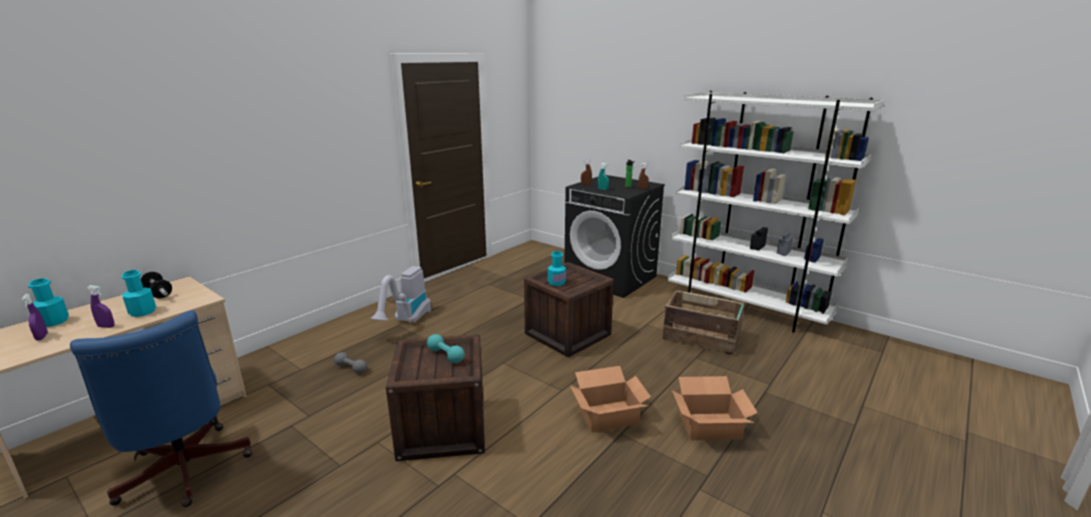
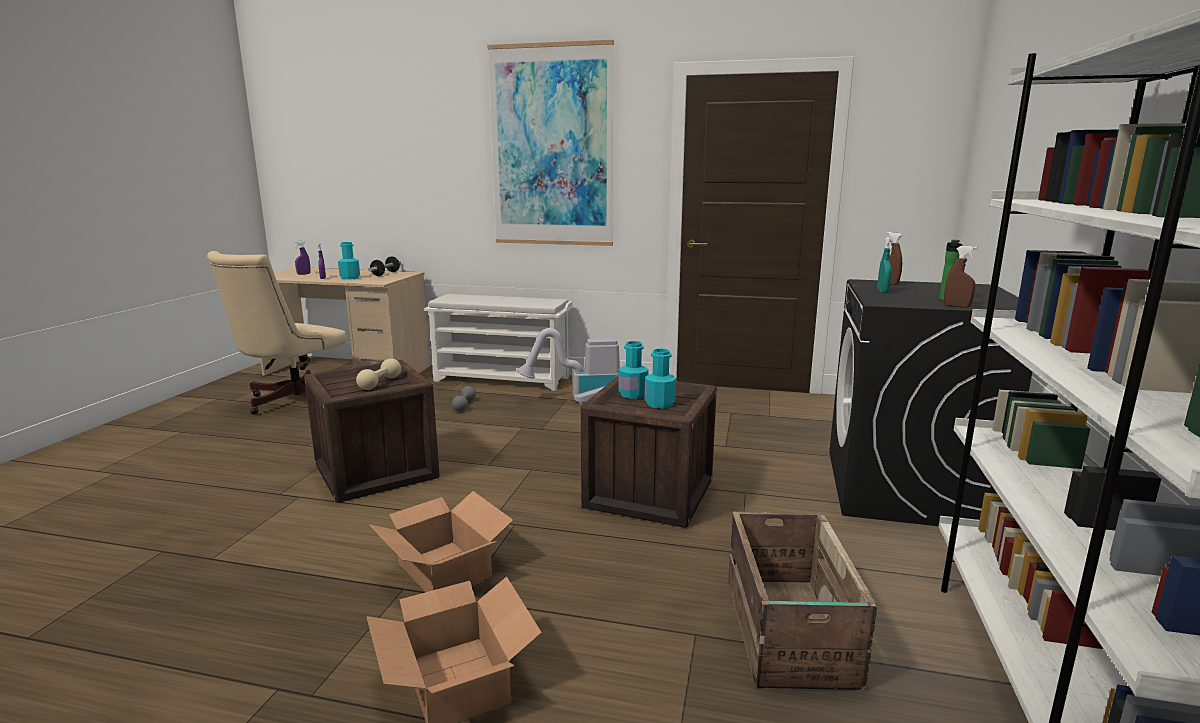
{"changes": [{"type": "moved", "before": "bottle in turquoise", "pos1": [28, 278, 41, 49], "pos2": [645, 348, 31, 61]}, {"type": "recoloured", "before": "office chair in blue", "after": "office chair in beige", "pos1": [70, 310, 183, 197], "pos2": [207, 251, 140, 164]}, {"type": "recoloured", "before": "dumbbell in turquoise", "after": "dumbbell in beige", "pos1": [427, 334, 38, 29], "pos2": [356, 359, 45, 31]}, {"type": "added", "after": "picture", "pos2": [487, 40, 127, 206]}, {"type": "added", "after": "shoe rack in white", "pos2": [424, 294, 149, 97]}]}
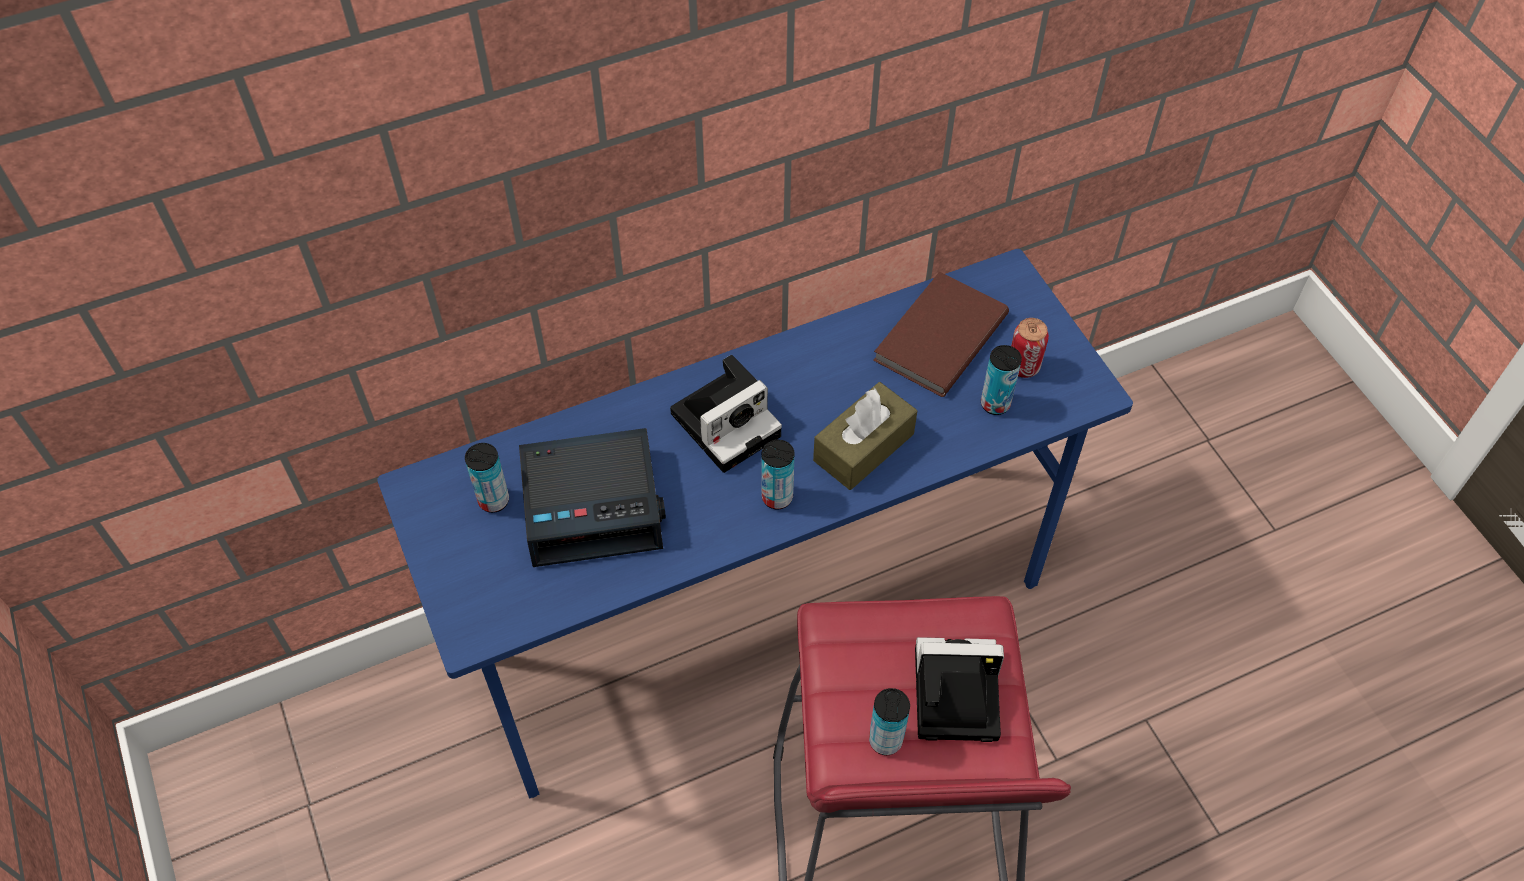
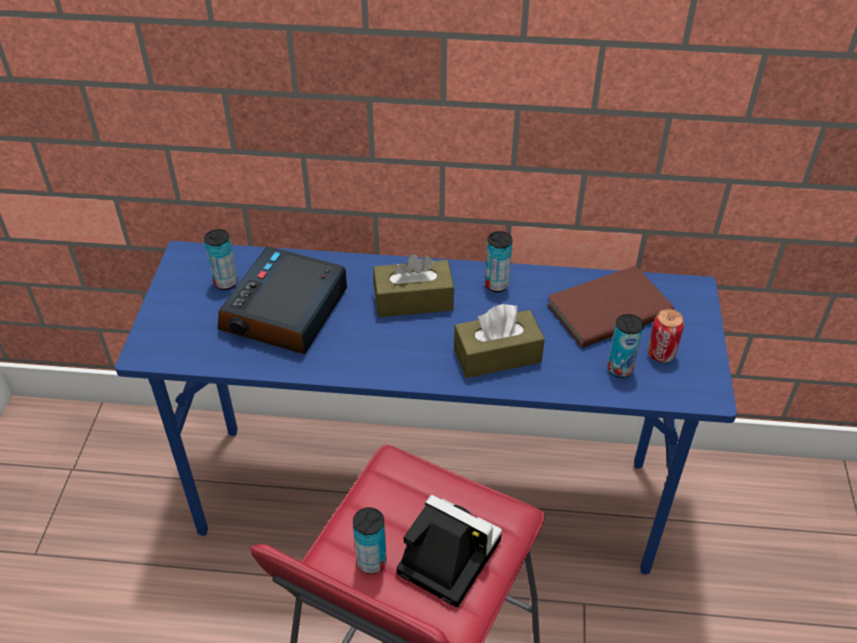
{"changes": [{"type": "replaced", "before": "photo camera", "after": "tissue box in brown", "pos1": [670, 355, 112, 118], "pos2": [373, 254, 81, 63]}, {"type": "turned", "before": "alarm clock", "pos1": [519, 428, 147, 139], "pos2": [218, 246, 129, 108], "turn": 90}, {"type": "moved", "before": "can", "pos1": [761, 440, 34, 69], "pos2": [485, 231, 28, 61]}]}
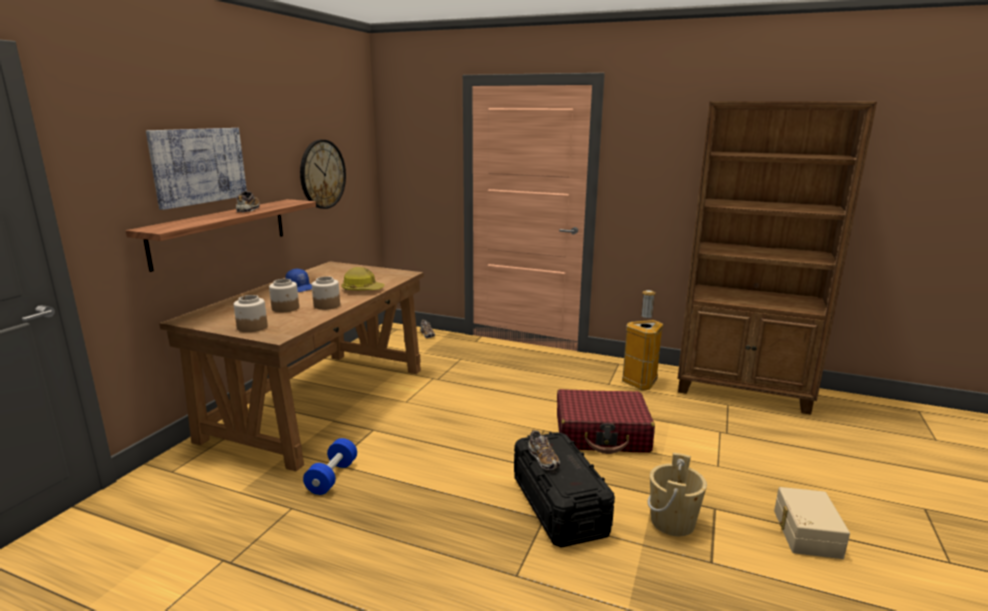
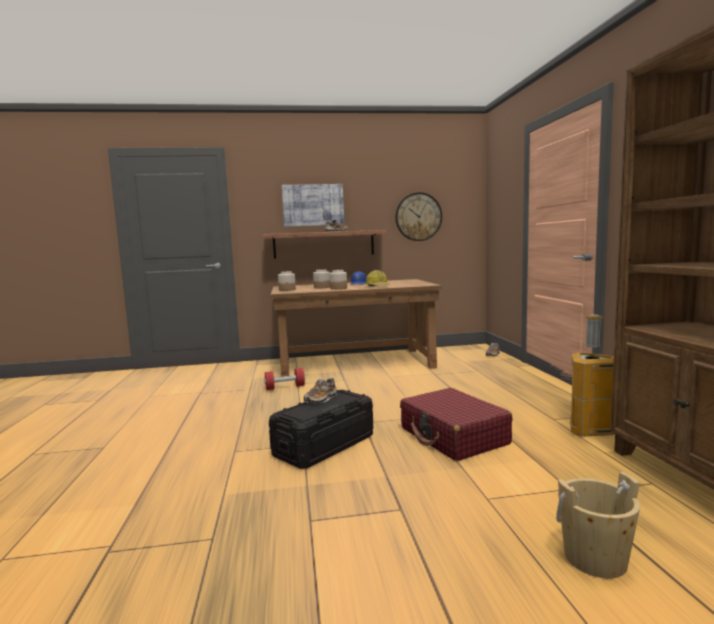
{"changes": [{"type": "recoloured", "before": "dumbbell in blue", "after": "dumbbell in red", "pos1": [303, 438, 54, 57], "pos2": [265, 368, 40, 22]}, {"type": "moved", "before": "bucket in beige", "pos1": [647, 453, 60, 83], "pos2": [556, 472, 84, 107]}, {"type": "removed", "before": "storage box in beige", "pos1": [774, 487, 76, 72]}]}
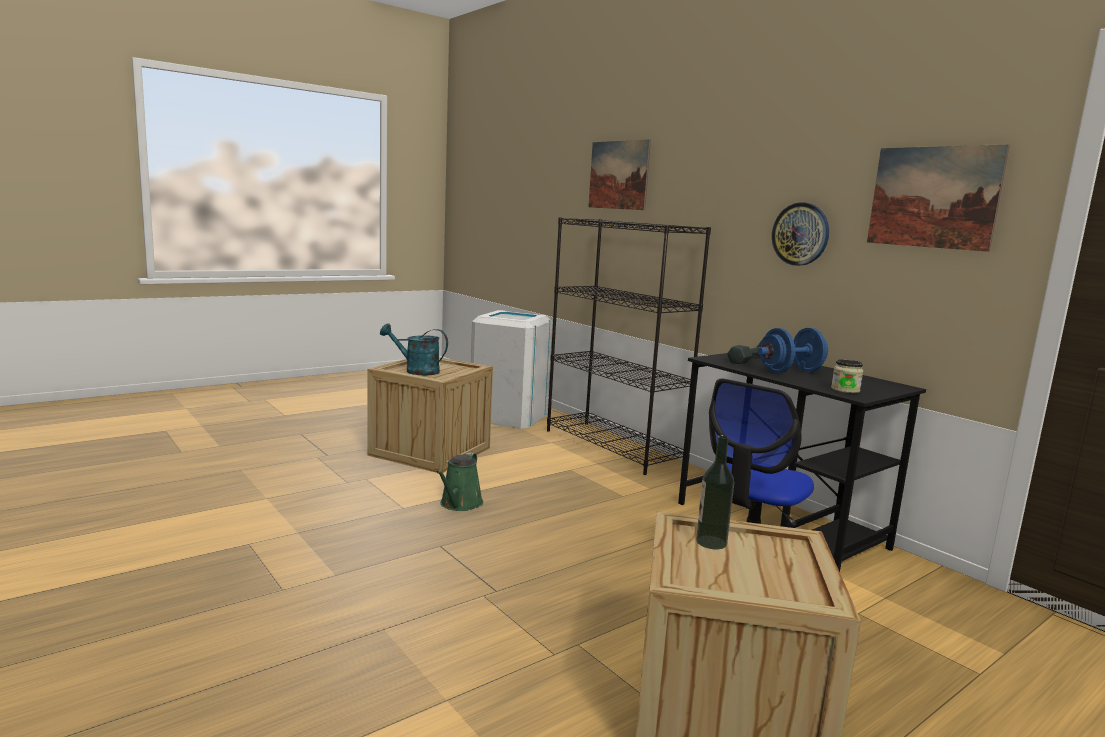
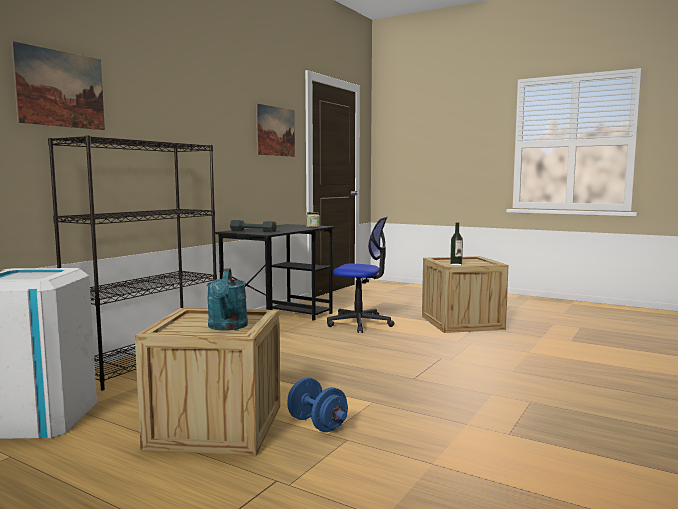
{"changes": [{"type": "removed", "before": "wall clock", "pos1": [772, 202, 57, 64]}, {"type": "moved", "before": "dumbbell in blue", "pos1": [758, 328, 70, 45], "pos2": [287, 377, 61, 55]}, {"type": "removed", "before": "watering can in green", "pos1": [436, 452, 47, 59]}]}
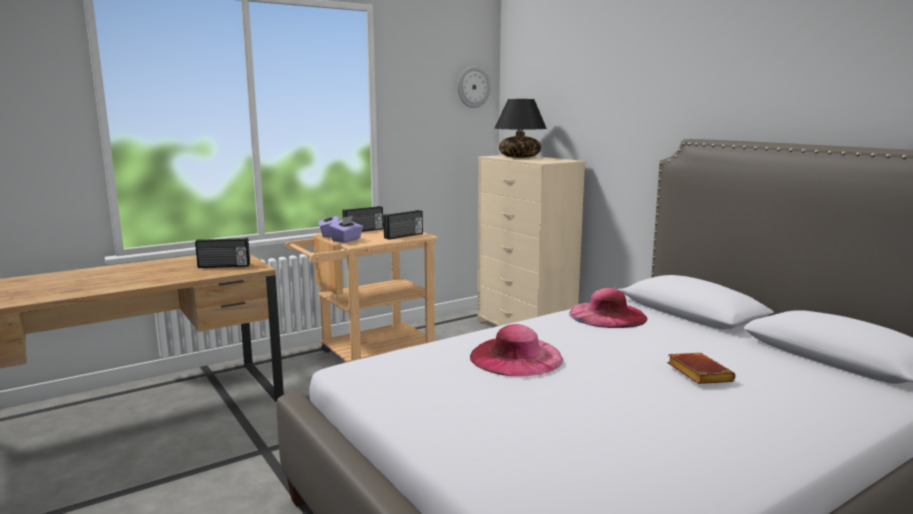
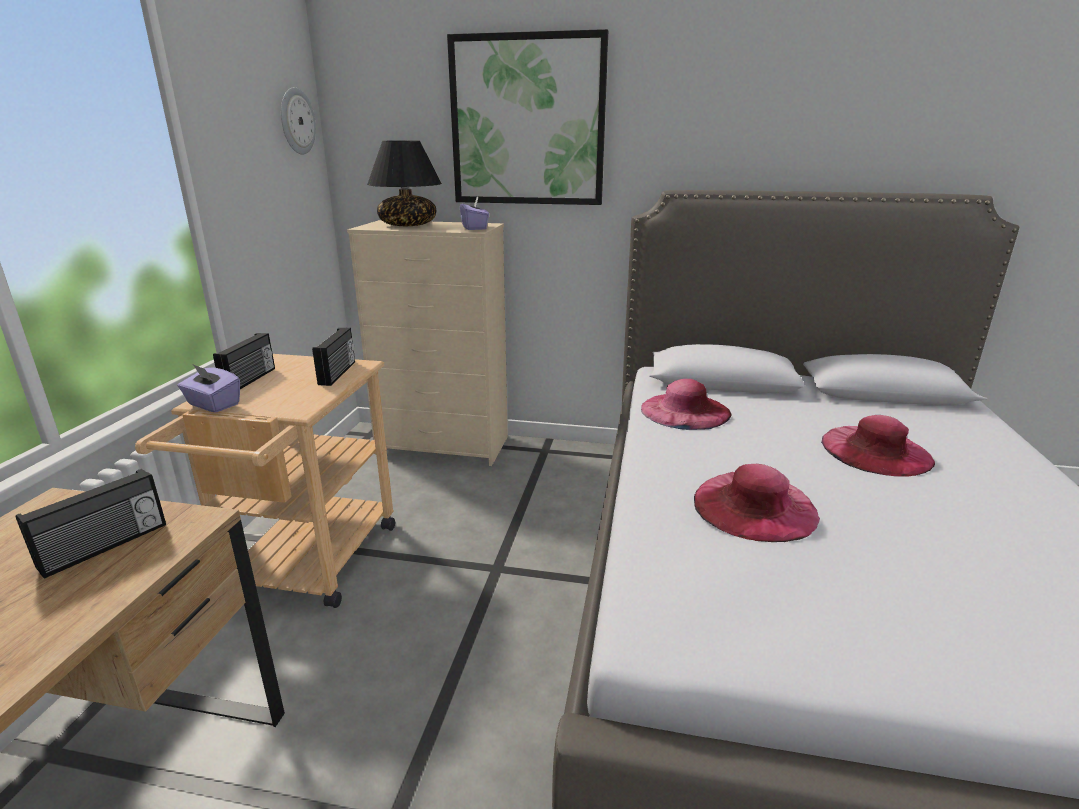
{"changes": [{"type": "moved", "before": "tissue box in purple", "pos1": [329, 216, 34, 27], "pos2": [460, 197, 29, 33]}, {"type": "replaced", "before": "book in brown", "after": "hat in pink", "pos1": [667, 353, 69, 31], "pos2": [821, 415, 114, 62]}, {"type": "added", "after": "picture", "pos2": [447, 29, 161, 176]}]}
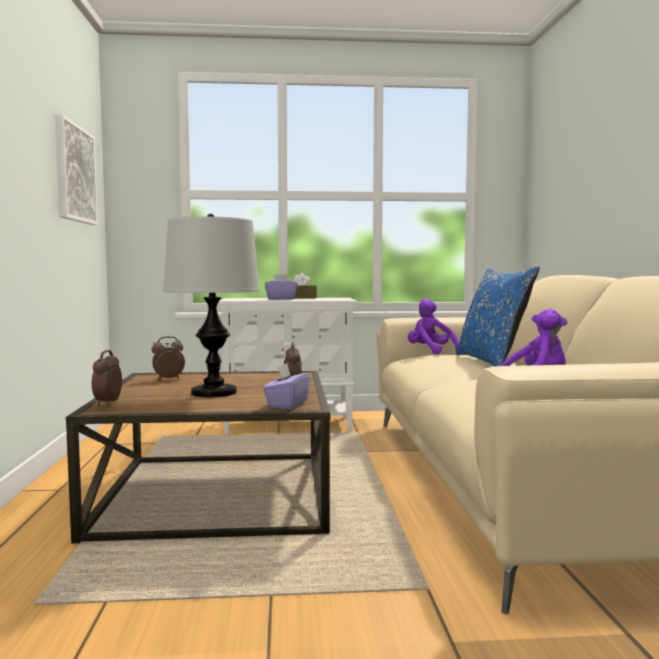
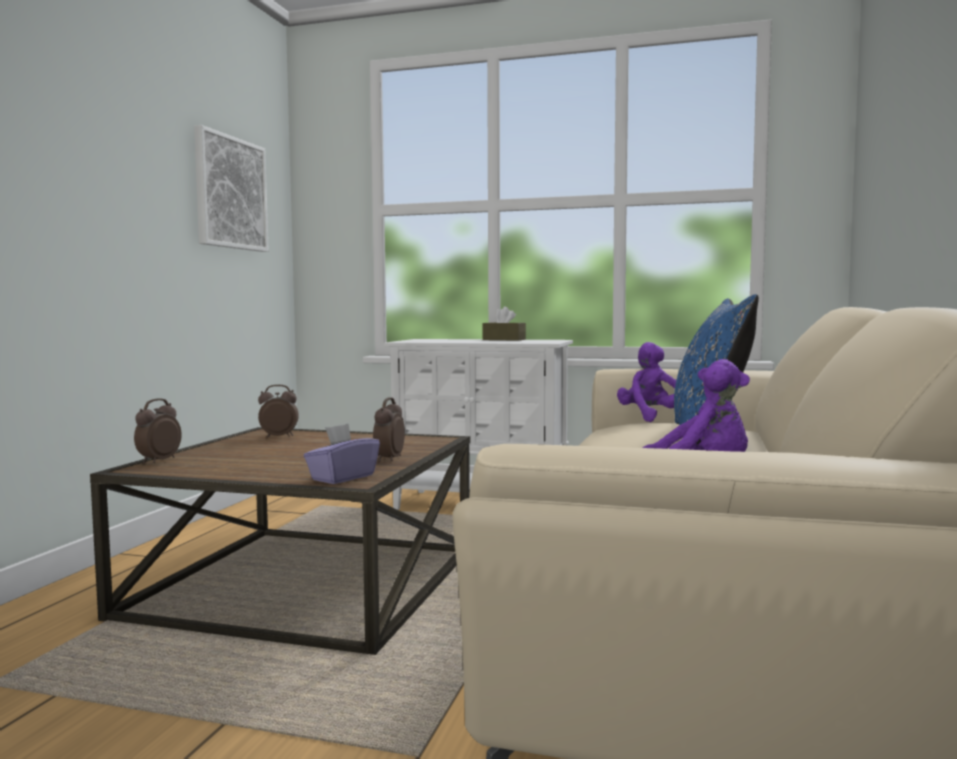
{"changes": [{"type": "removed", "before": "table lamp", "pos1": [163, 214, 97, 183]}, {"type": "removed", "before": "tissue box in purple", "pos1": [265, 274, 33, 26]}]}
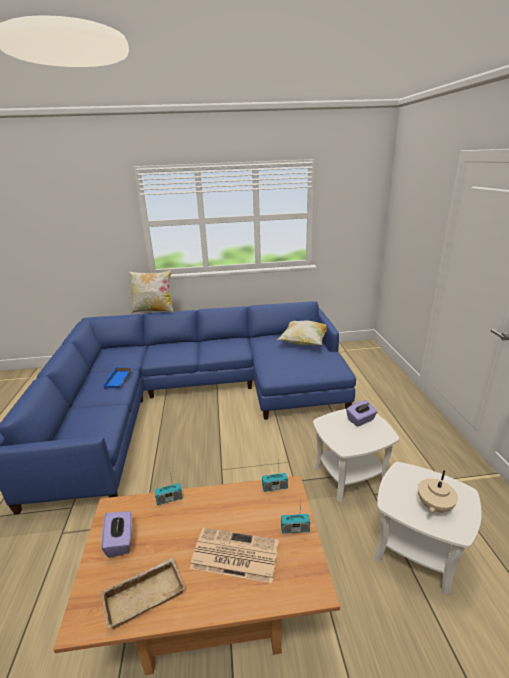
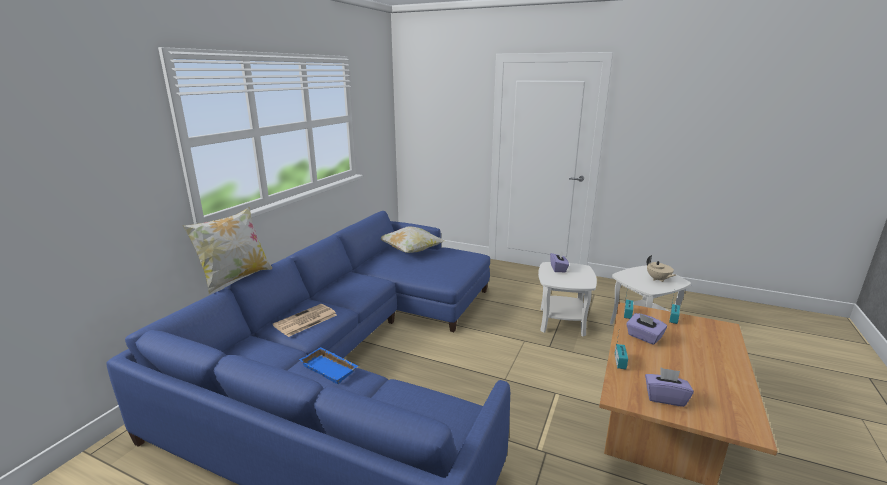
{"changes": [{"type": "moved", "before": "newspaper", "pos1": [190, 528, 89, 55], "pos2": [273, 304, 64, 33]}, {"type": "removed", "before": "tray in beige", "pos1": [101, 558, 84, 71]}, {"type": "added", "after": "tissue box in purple", "pos2": [626, 313, 41, 32]}]}
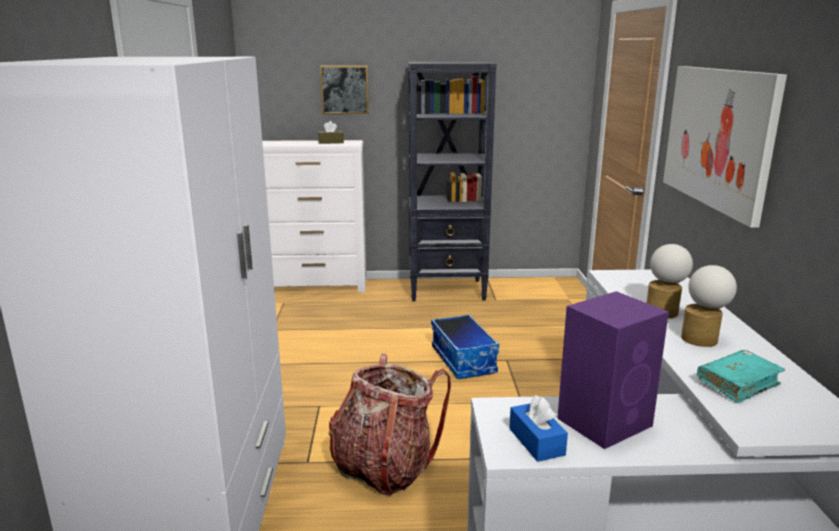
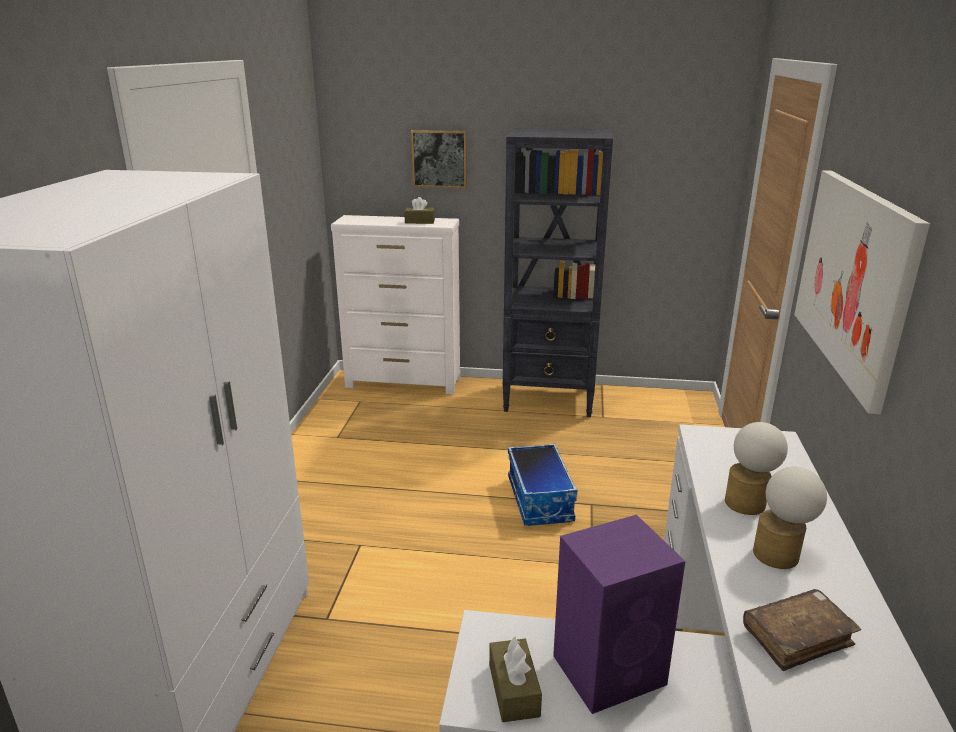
{"changes": [{"type": "recoloured", "before": "book in turquoise", "after": "book in brown", "pos1": [697, 350, 88, 53], "pos2": [743, 589, 118, 82]}, {"type": "removed", "before": "backpack", "pos1": [329, 354, 122, 142]}, {"type": "recoloured", "before": "tissue box in blue", "after": "tissue box in brown", "pos1": [509, 395, 59, 67], "pos2": [489, 637, 53, 85]}]}
